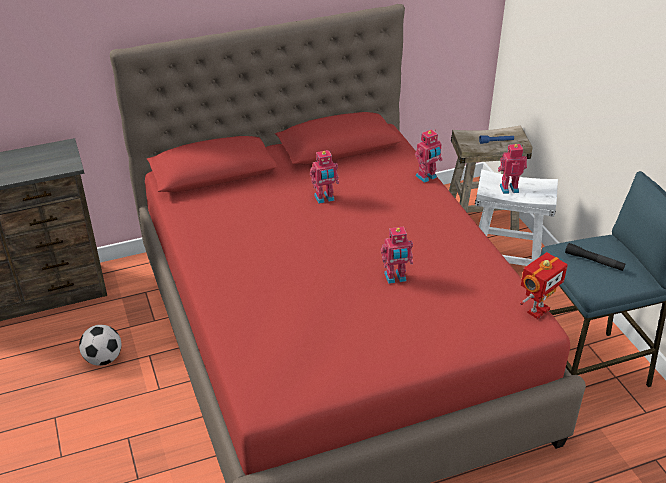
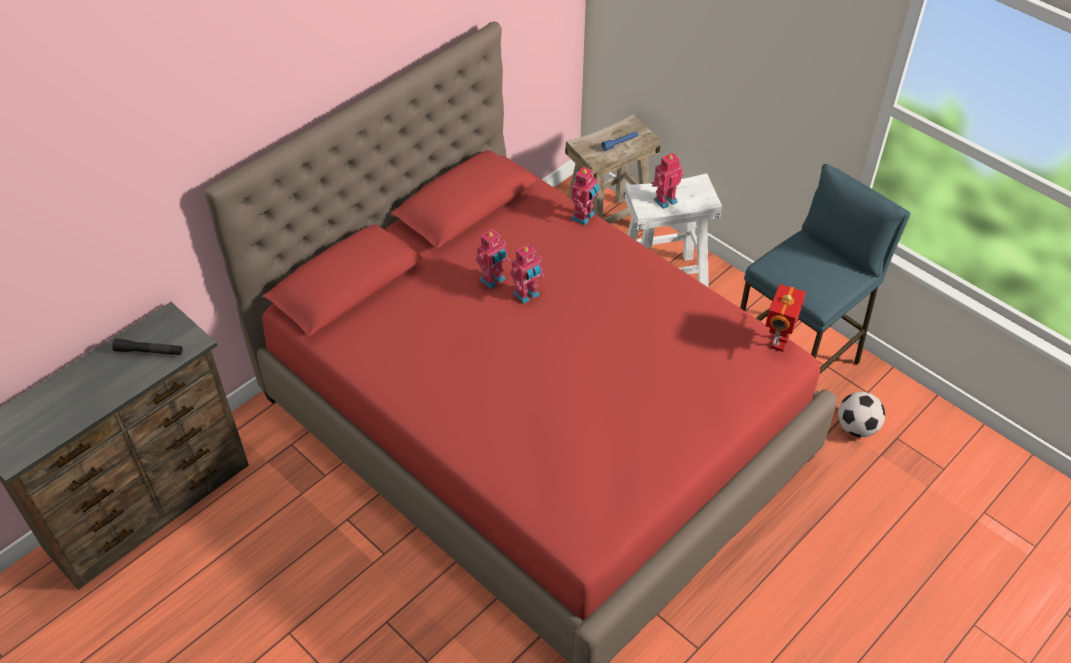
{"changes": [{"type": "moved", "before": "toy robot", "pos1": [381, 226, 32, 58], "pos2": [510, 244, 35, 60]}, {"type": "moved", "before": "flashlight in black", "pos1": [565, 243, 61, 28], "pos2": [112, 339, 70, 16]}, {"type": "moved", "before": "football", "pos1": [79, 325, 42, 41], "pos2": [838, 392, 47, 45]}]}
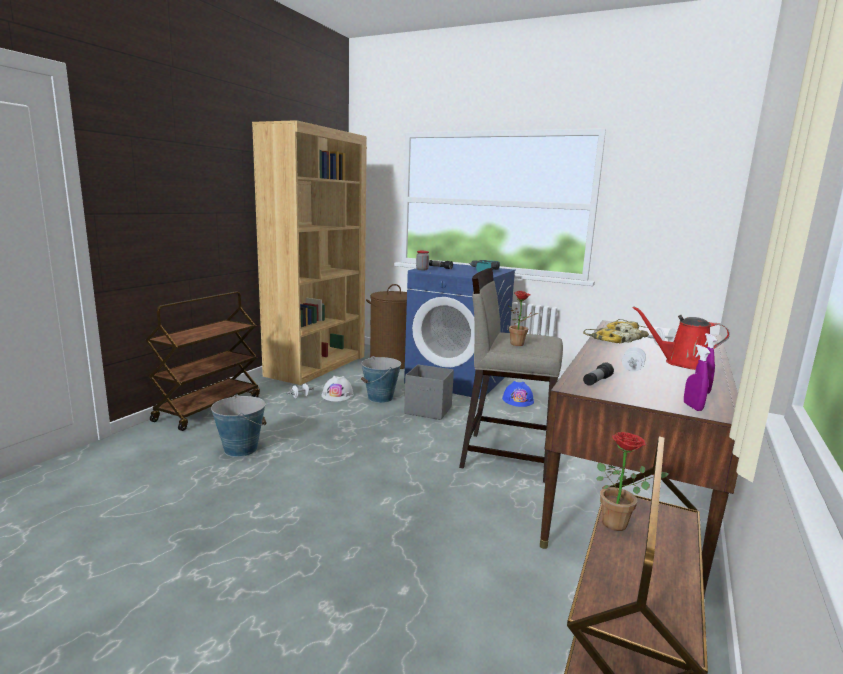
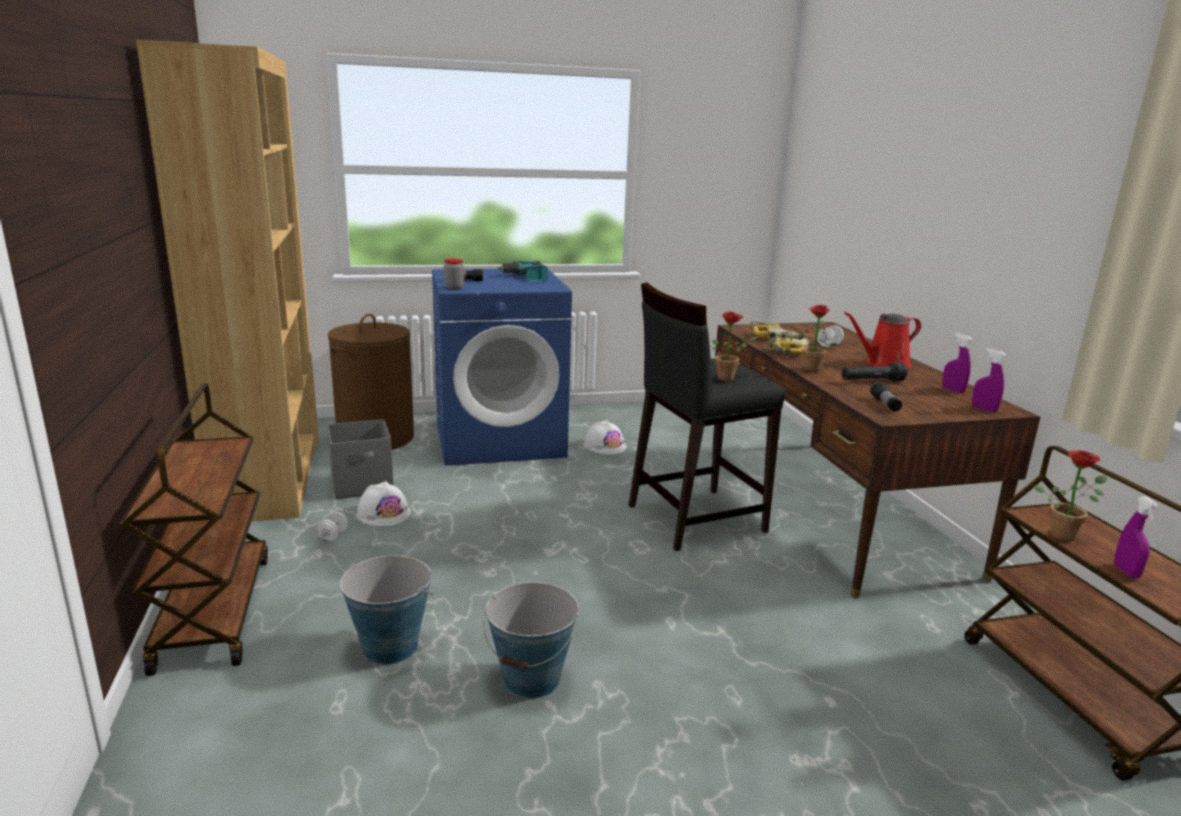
{"changes": [{"type": "recoloured", "before": "stool in beige", "after": "stool in black", "pos1": [459, 268, 104, 215], "pos2": [628, 282, 157, 269]}, {"type": "replaced", "before": "dumbbell in white", "after": "flashlight in black", "pos1": [622, 347, 24, 25], "pos2": [842, 362, 65, 19]}, {"type": "moved", "before": "bucket", "pos1": [361, 356, 40, 47], "pos2": [483, 582, 96, 117]}, {"type": "moved", "before": "storage box in grey", "pos1": [404, 364, 50, 56], "pos2": [327, 419, 67, 80]}, {"type": "recoloured", "before": "hard hat in blue", "after": "hard hat in white", "pos1": [502, 381, 32, 26], "pos2": [584, 420, 43, 34]}, {"type": "added", "after": "potted plant", "pos2": [791, 305, 47, 67]}, {"type": "added", "after": "spray bottle in purple", "pos2": [1114, 496, 45, 82]}]}
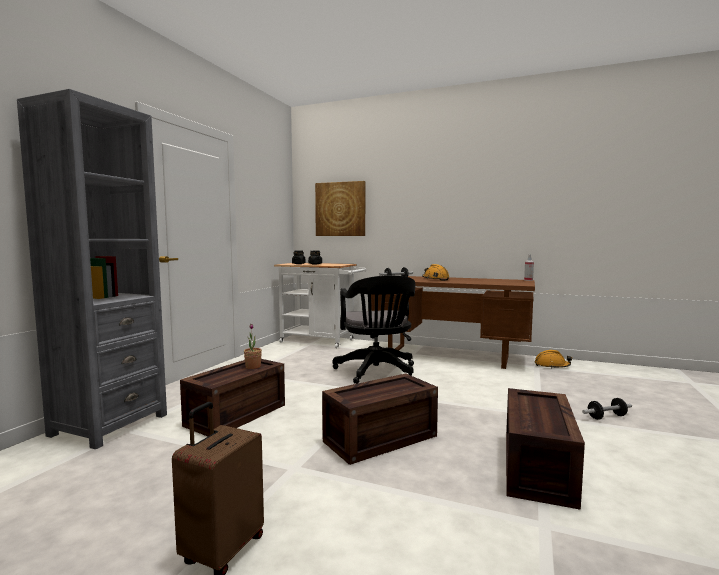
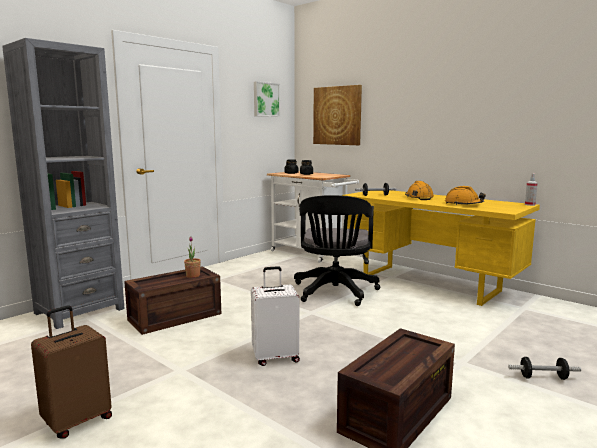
{"changes": [{"type": "recoloured", "before": "desk in brown", "after": "desk in yellow", "pos1": [371, 276, 164, 93], "pos2": [342, 190, 198, 116]}, {"type": "moved", "before": "hard hat in orange", "pos1": [535, 350, 37, 19], "pos2": [445, 186, 41, 19]}, {"type": "replaced", "before": "crate", "after": "suitcase in white", "pos1": [322, 373, 116, 92], "pos2": [251, 266, 49, 100]}, {"type": "added", "after": "picture", "pos2": [254, 81, 26, 36]}]}
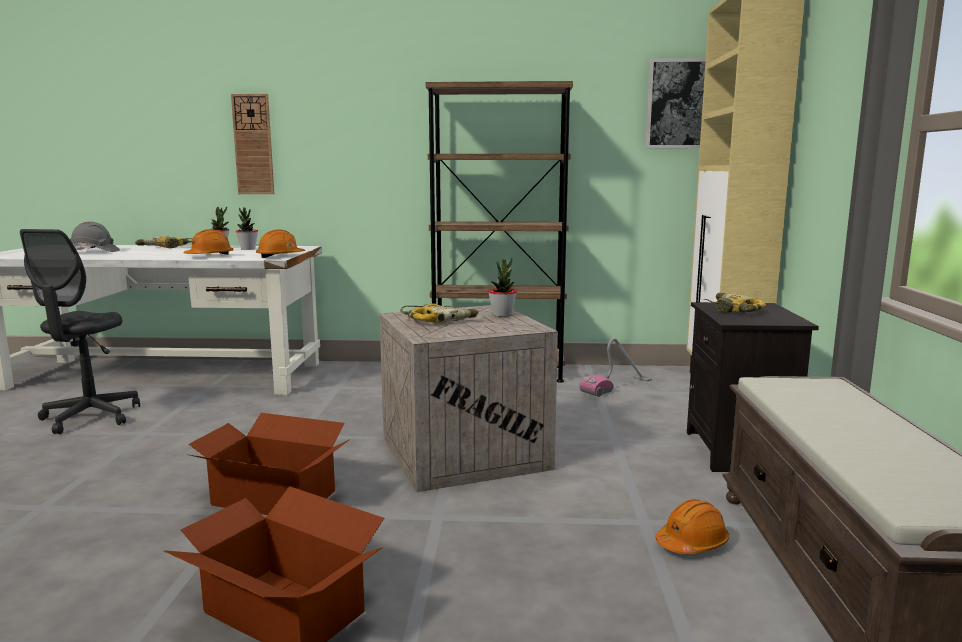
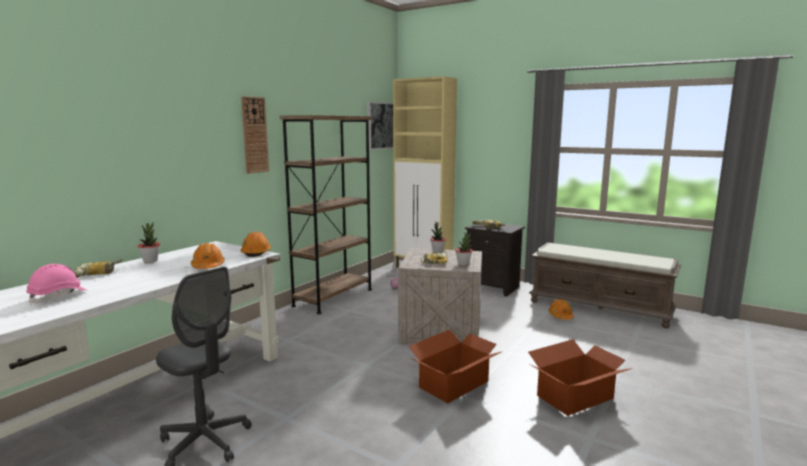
{"changes": [{"type": "moved", "before": "wall clock", "pos1": [231, 94, 43, 100], "pos2": [241, 96, 28, 78]}, {"type": "moved", "before": "potted plant", "pos1": [236, 207, 22, 43], "pos2": [455, 232, 18, 34]}, {"type": "recoloured", "before": "hard hat in grey", "after": "hard hat in pink", "pos1": [70, 222, 50, 30], "pos2": [26, 264, 62, 41]}]}
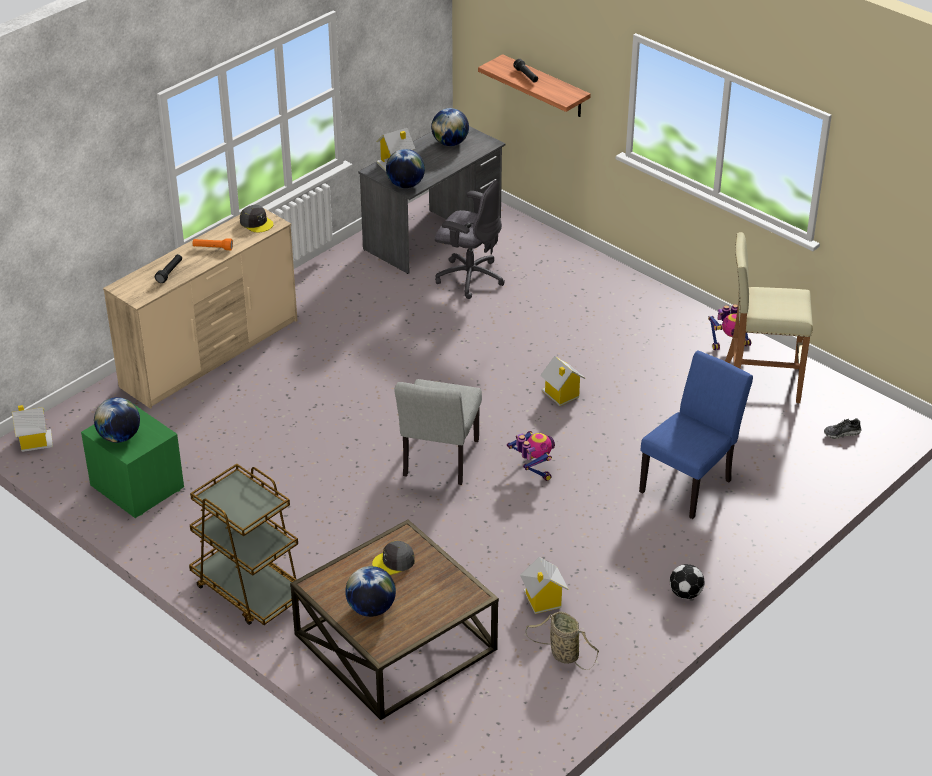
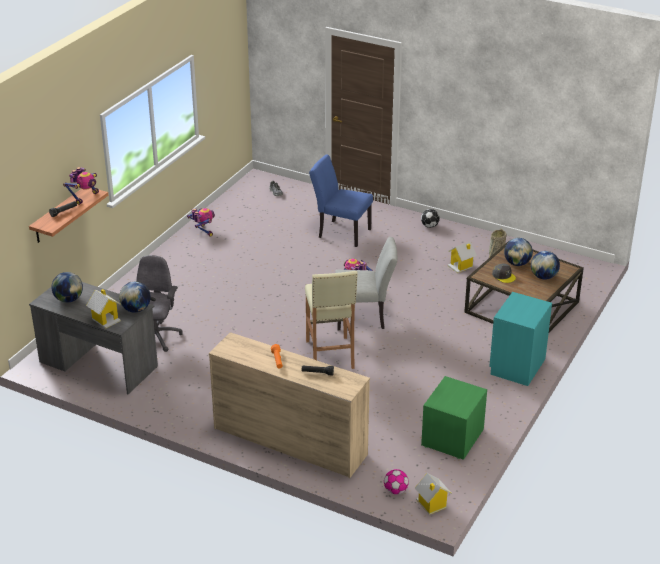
{"changes": [{"type": "removed", "before": "cap in grey", "pos1": [240, 205, 34, 27]}, {"type": "moved", "before": "stool in beige", "pos1": [725, 232, 88, 171], "pos2": [305, 271, 53, 98]}, {"type": "removed", "before": "toy house", "pos1": [540, 356, 46, 50]}, {"type": "moved", "before": "globe", "pos1": [94, 397, 46, 46], "pos2": [504, 238, 29, 28]}, {"type": "replaced", "before": "cart in brown", "after": "nightstand in turquoise", "pos1": [189, 464, 110, 161], "pos2": [489, 292, 63, 94]}, {"type": "added", "after": "toy robot", "pos2": [63, 167, 36, 38]}, {"type": "added", "after": "football", "pos2": [384, 469, 25, 25]}]}
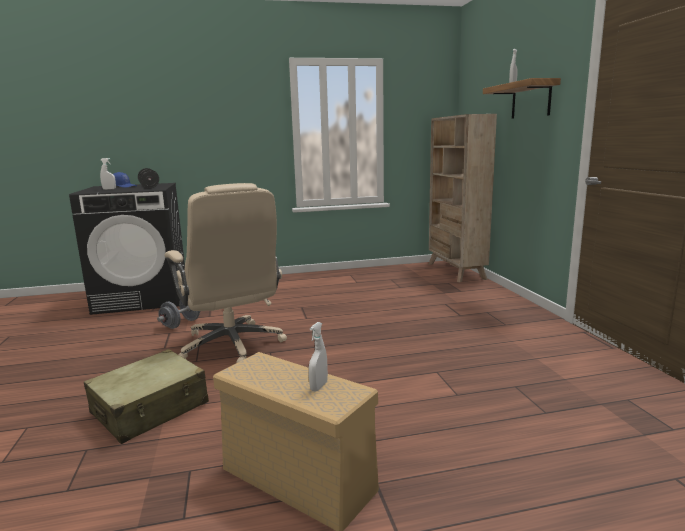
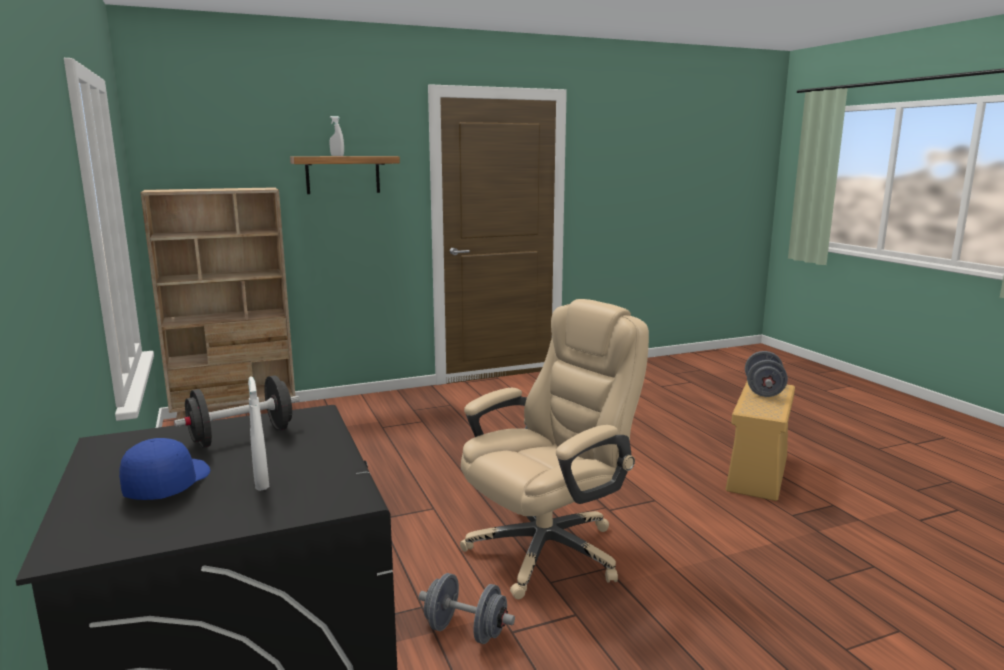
{"changes": [{"type": "replaced", "before": "spray bottle in white", "after": "dumbbell in grey", "pos1": [309, 322, 19, 69], "pos2": [745, 351, 43, 46]}, {"type": "removed", "before": "suitcase in beige", "pos1": [83, 349, 126, 95]}]}
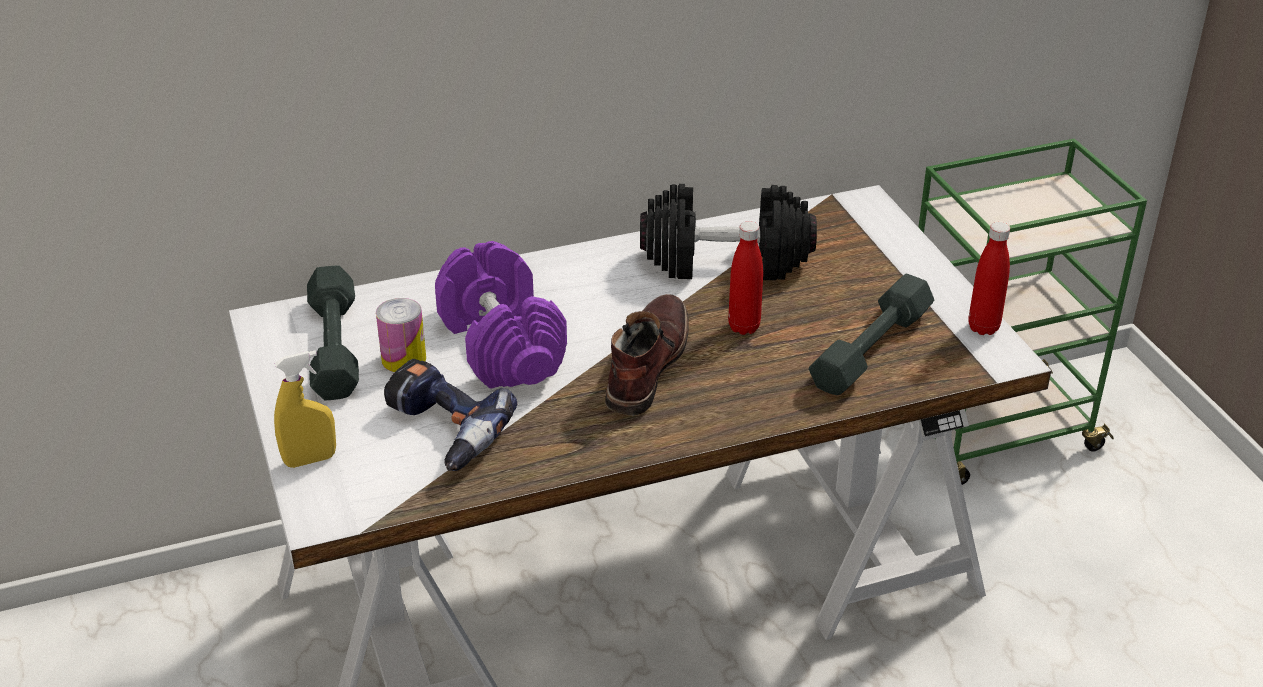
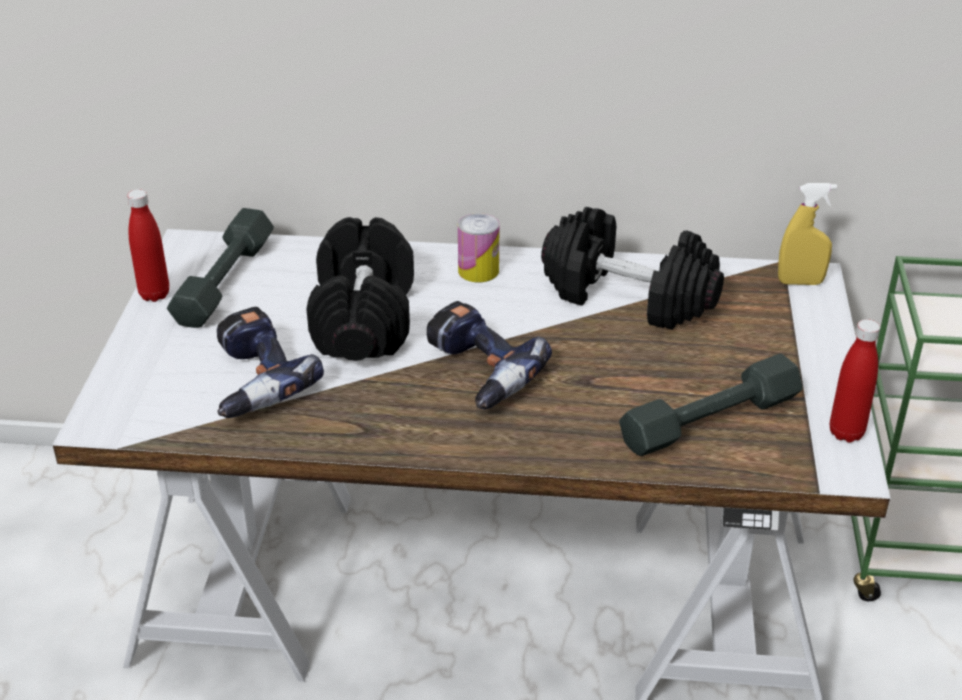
{"changes": [{"type": "moved", "before": "bottle in red", "pos1": [728, 221, 35, 114], "pos2": [127, 189, 42, 113]}, {"type": "recoloured", "before": "dumbbell in purple", "after": "dumbbell in black", "pos1": [435, 241, 132, 148], "pos2": [306, 217, 108, 144]}, {"type": "replaced", "before": "boot in brown", "after": "power drill", "pos1": [605, 294, 84, 122], "pos2": [427, 301, 125, 108]}, {"type": "moved", "before": "can", "pos1": [376, 298, 50, 74], "pos2": [458, 213, 41, 69]}, {"type": "moved", "before": "spray bottle in yellow", "pos1": [274, 350, 62, 118], "pos2": [778, 183, 59, 102]}]}
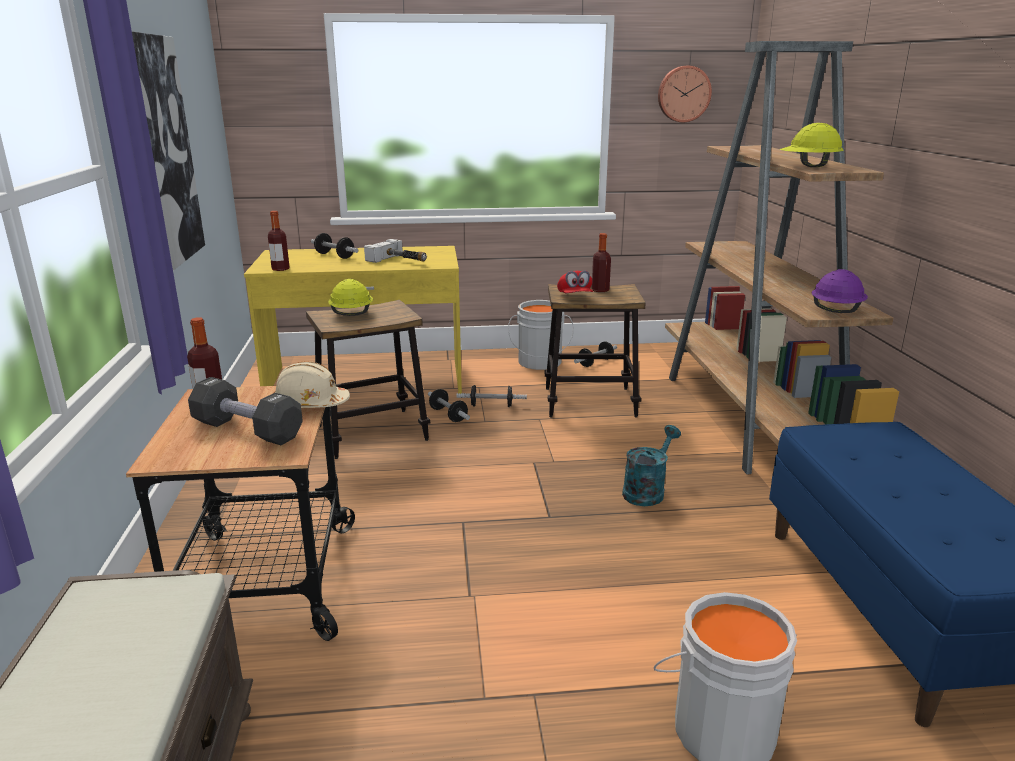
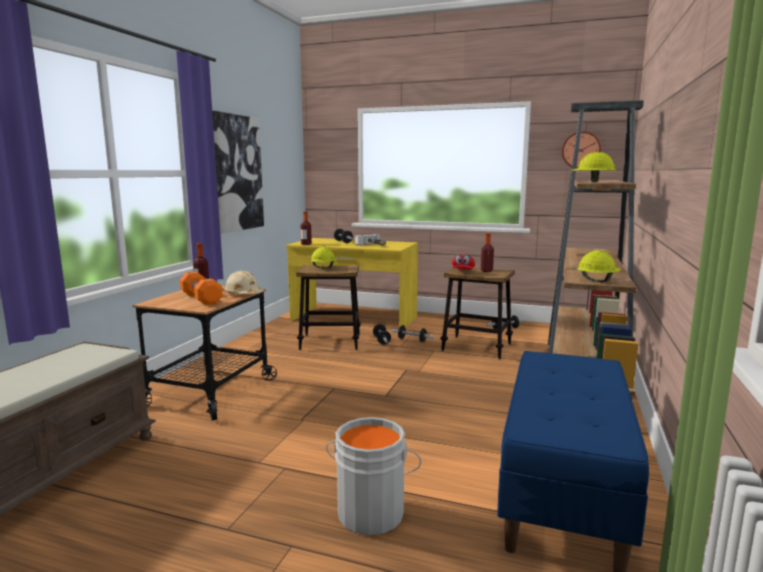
{"changes": [{"type": "recoloured", "before": "hard hat in purple", "after": "hard hat in yellow", "pos1": [812, 269, 56, 44], "pos2": [577, 250, 44, 32]}, {"type": "removed", "before": "bucket in grey", "pos1": [508, 300, 66, 70]}, {"type": "recoloured", "before": "dumbbell in black", "after": "dumbbell in orange", "pos1": [188, 377, 115, 68], "pos2": [180, 271, 43, 34]}, {"type": "removed", "before": "watering can in turquoise", "pos1": [622, 425, 59, 81]}]}
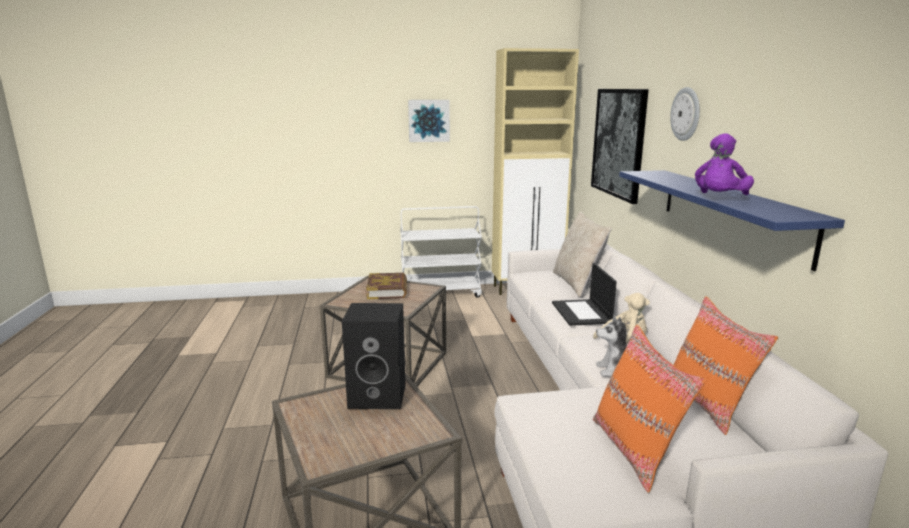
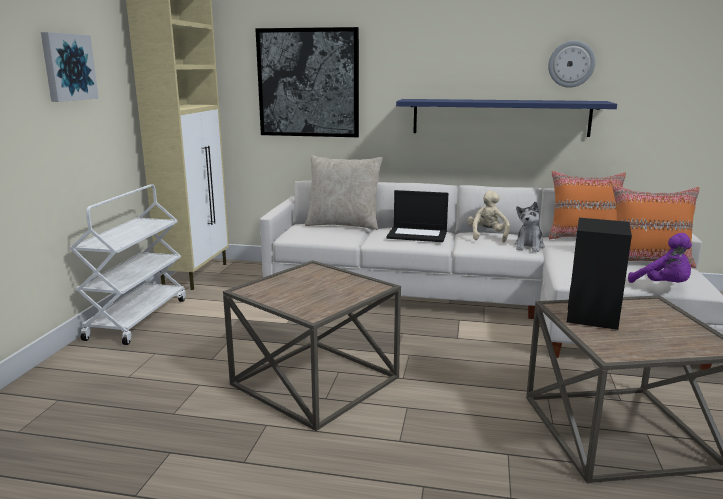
{"changes": [{"type": "moved", "before": "wall clock", "pos1": [670, 87, 30, 54], "pos2": [548, 40, 48, 48]}, {"type": "moved", "before": "plush toy in purple", "pos1": [695, 133, 59, 62], "pos2": [628, 233, 64, 50]}, {"type": "removed", "before": "book", "pos1": [366, 273, 41, 26]}]}
